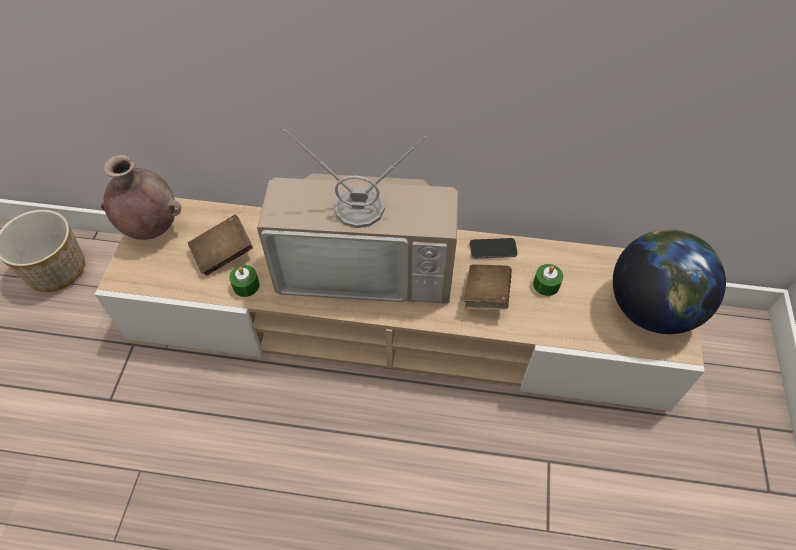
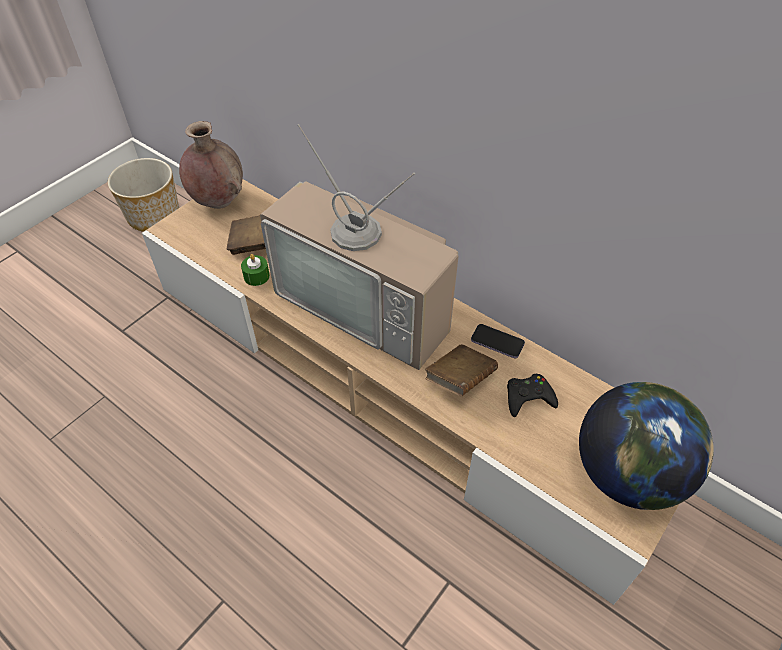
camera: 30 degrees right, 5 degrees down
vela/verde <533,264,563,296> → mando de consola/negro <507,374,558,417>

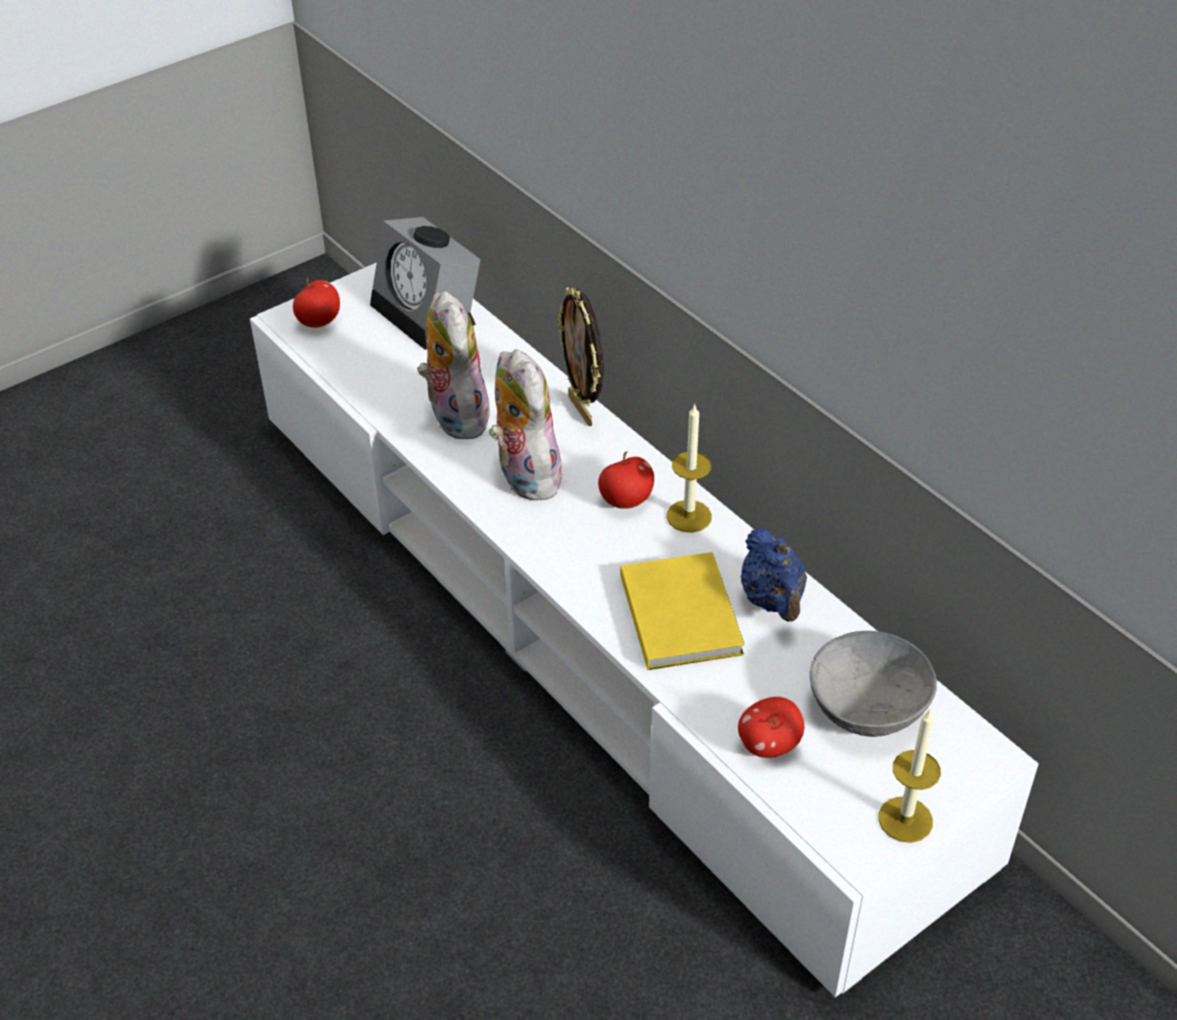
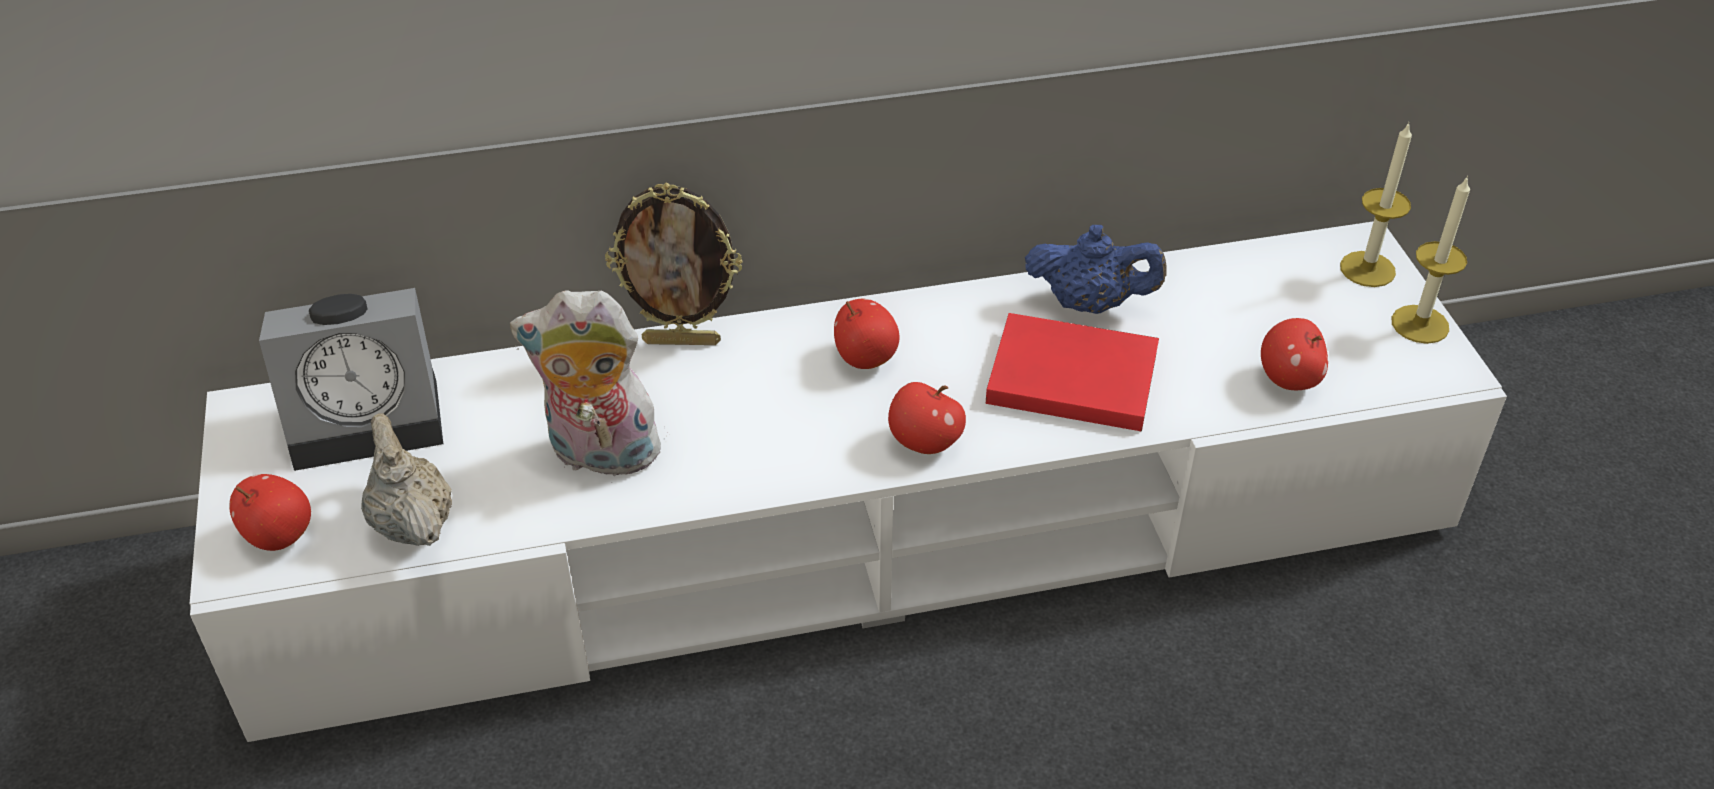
camera: 65 degrees left, 0 degrees up
peluche <489,349,562,501> → -
cuenco/gris <810,631,937,737> → -
- → tetera/beis <361,413,452,546>
- → manzana <888,382,966,454>
vela <666,404,712,533> → vela <1340,122,1412,287>, move
libro/amarillo <620,552,745,670> → libro/rojo <986,313,1159,431>

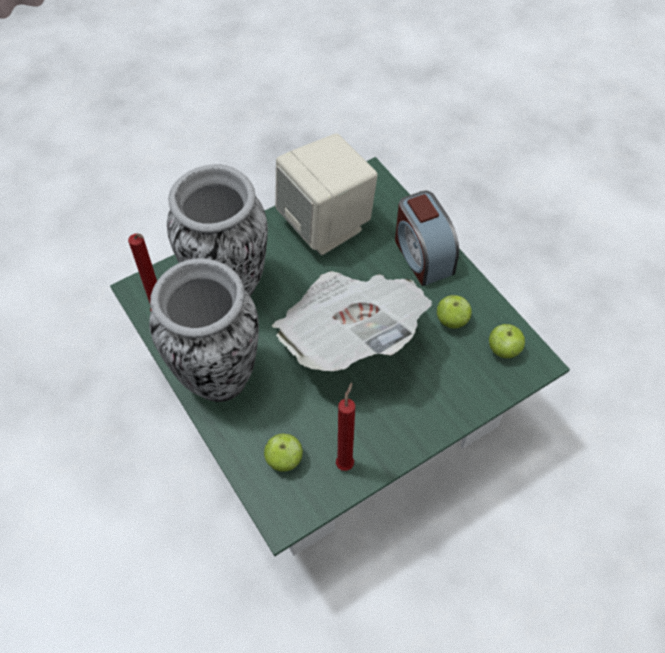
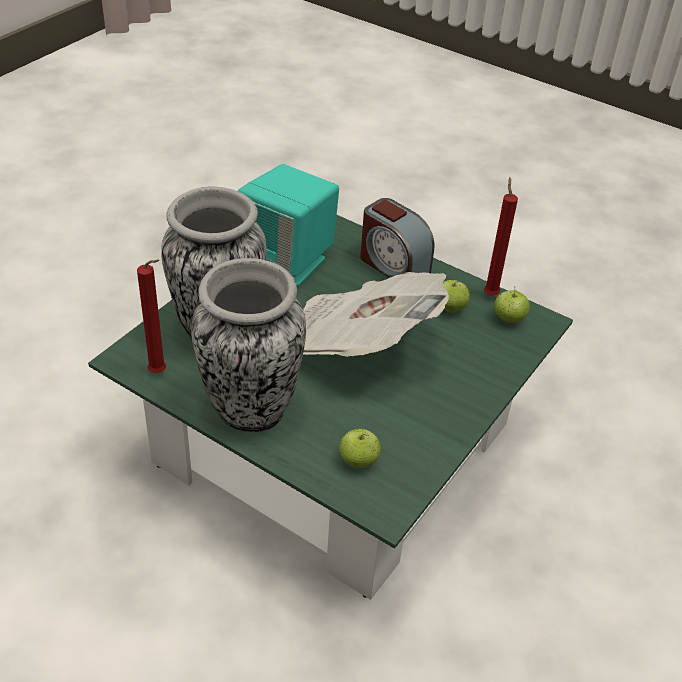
camera: 25 degrees left, 15 degrees down
vela/rojo <336,383,355,471> → vela/rojo <484,177,518,296>, move
altavoz/beis <275,133,378,255> → altavoz/turquesa <238,164,339,286>

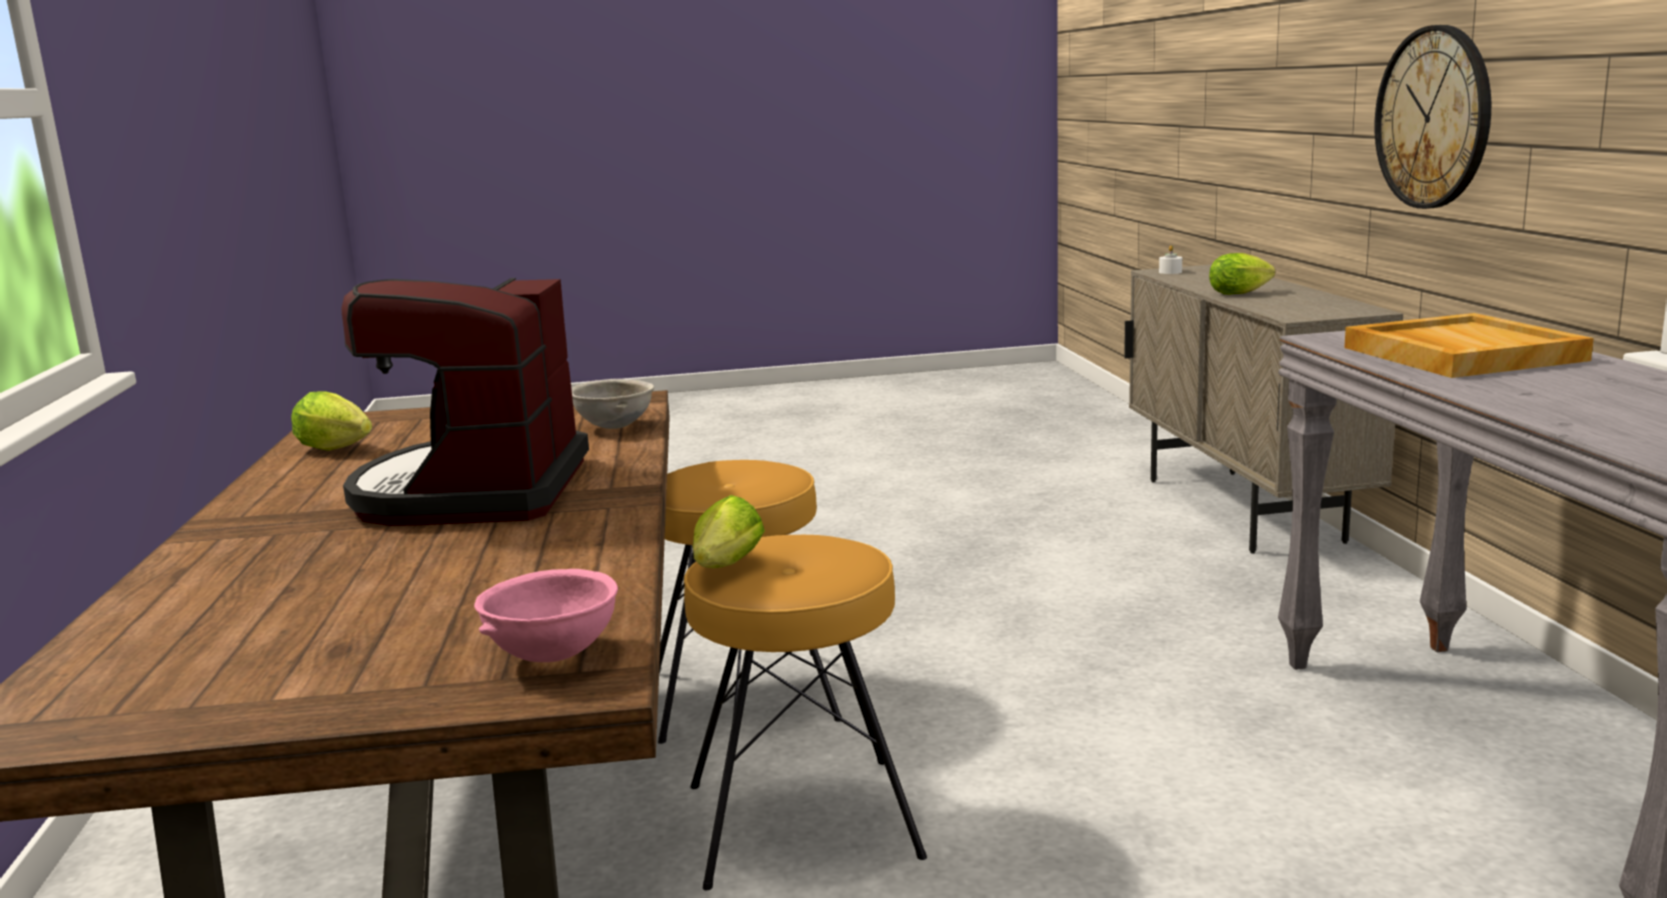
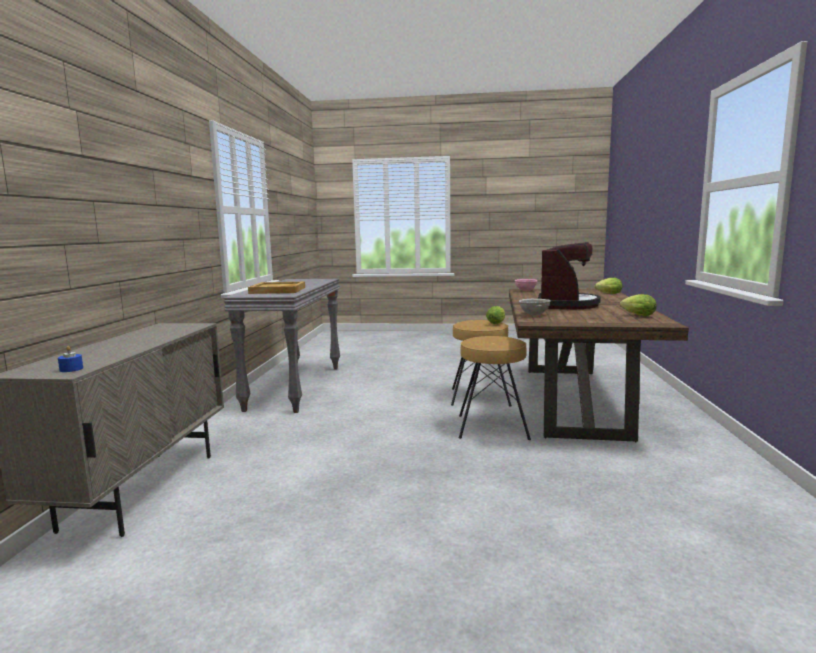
camera: 165 degrees left, 5 degrees down
reloj de pared <1375,25,1491,209> → -
lechuga <1209,253,1275,295> → lechuga <594,278,622,294>, move
vela/blanco <1159,245,1182,274> → vela/azul <58,346,83,372>

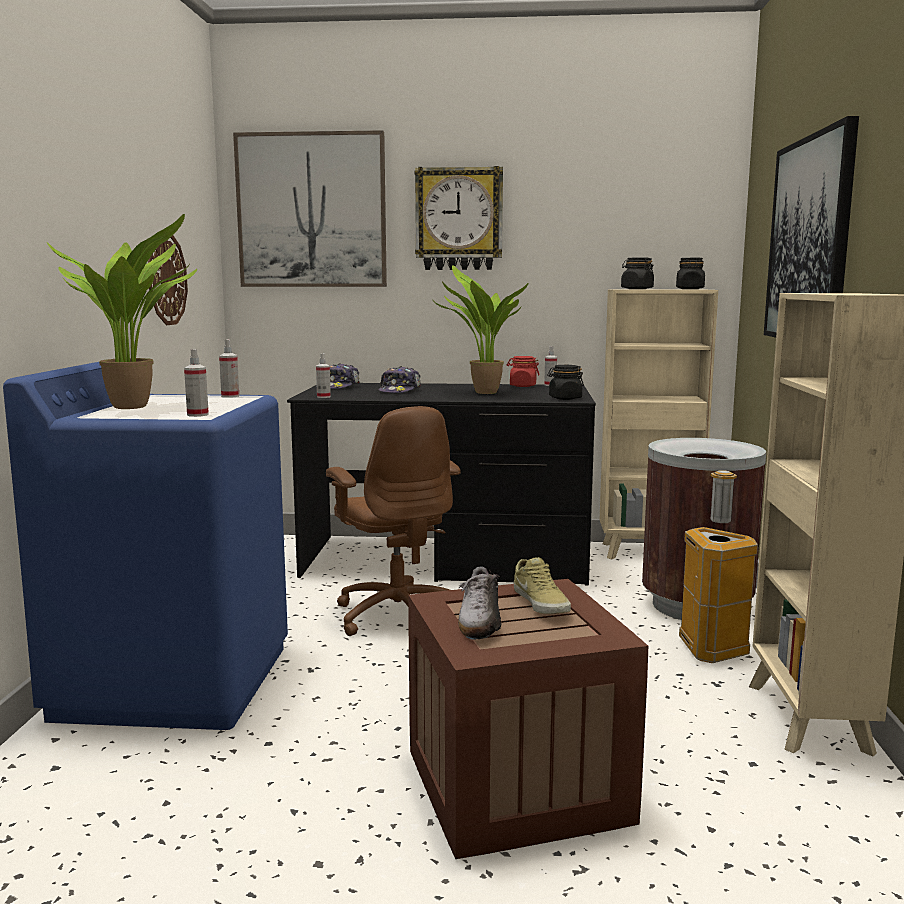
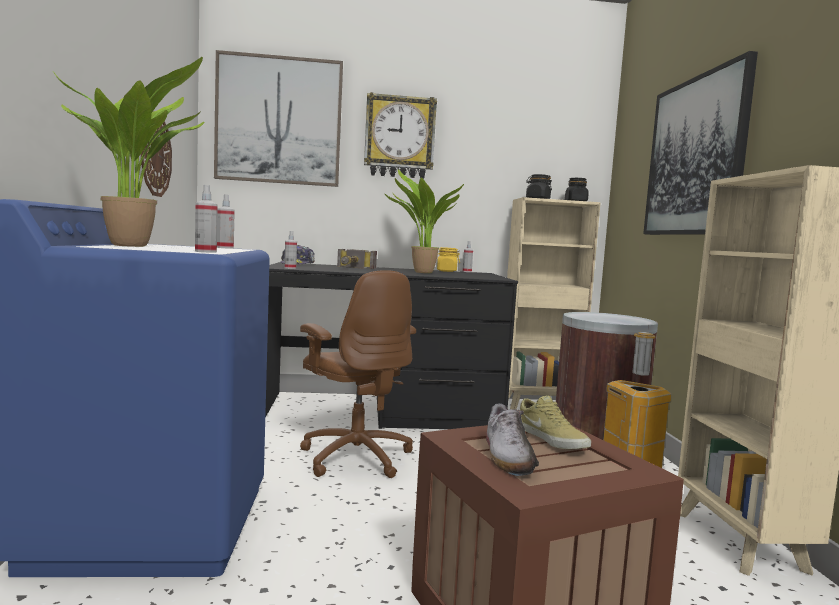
camera: 10 degrees left, 5 degrees down
tarro/negro <547,365,584,400> → -
gorra <379,366,421,393> → martillo <337,249,377,269>
tarro/rojo <507,356,540,387> → tarro/amarillo <437,247,460,272>

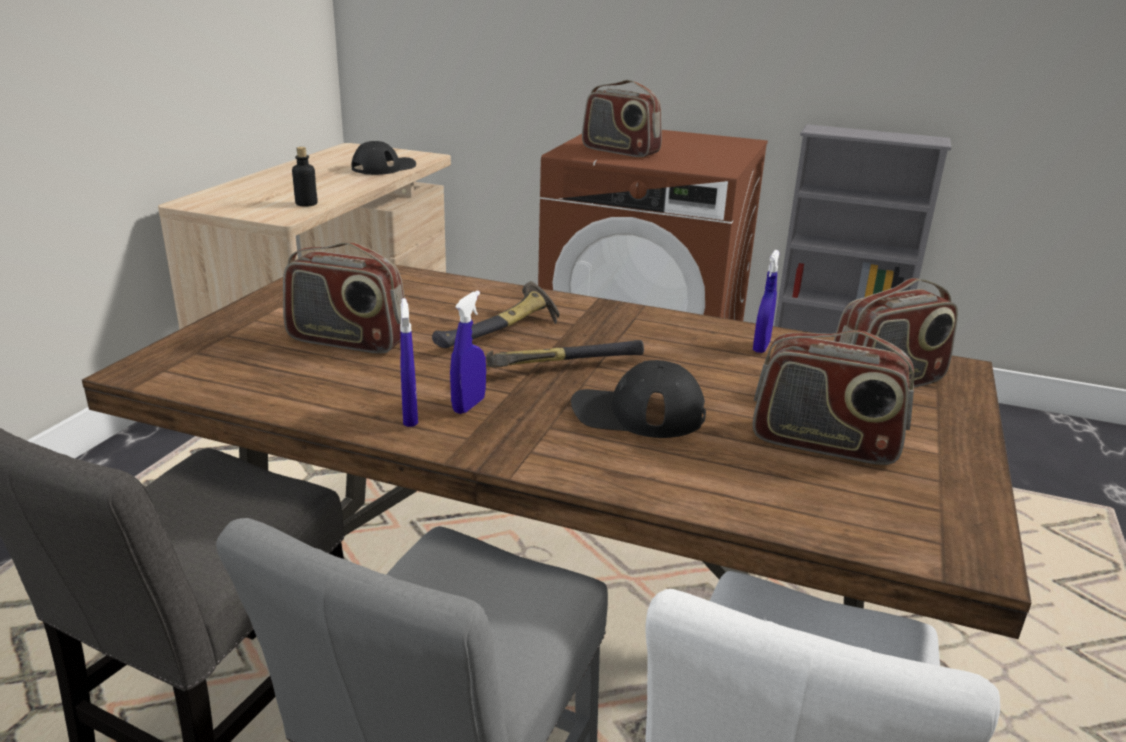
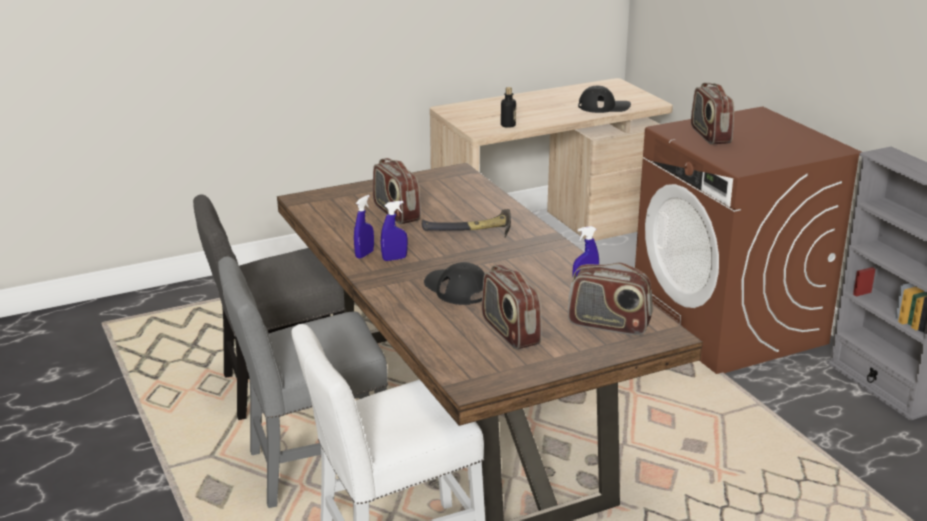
camera: 45 degrees right, 0 degrees up
martillo <486,340,644,367> → -

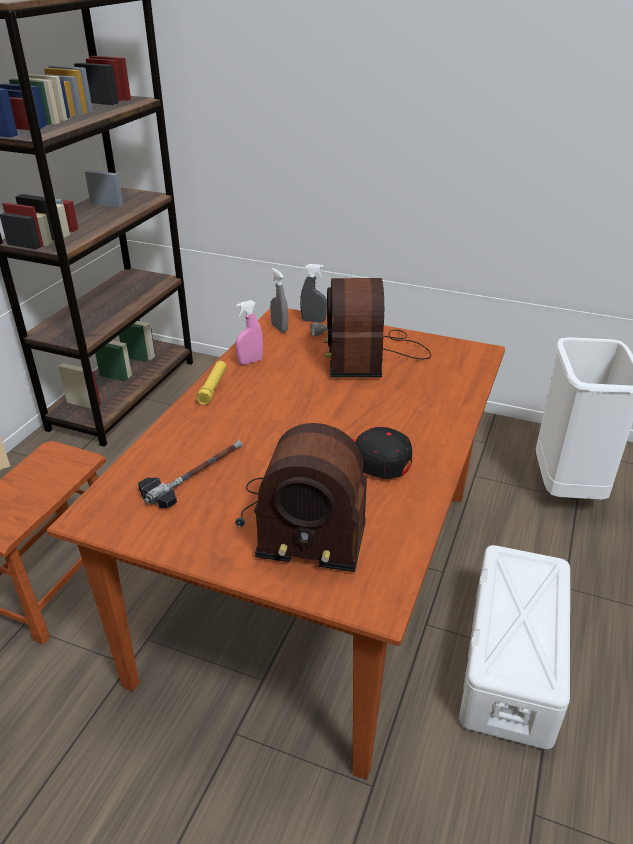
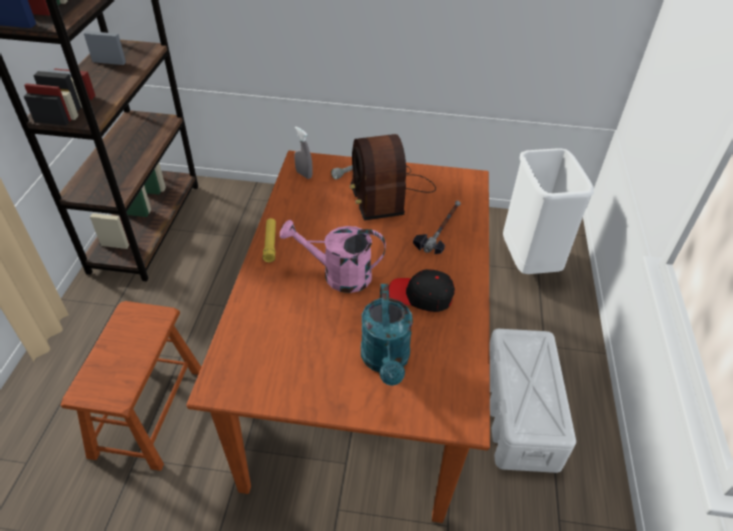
camera: 15 degrees left, 10 degrees up
pulverizador/rosa <236,300,263,365> → -
pulverizador/gris <300,264,327,323> → -
- → regadera/rosa <280,220,386,293>
martillo <138,440,243,508> → martillo <413,201,461,254>, move
radio <236,423,367,572> → regadera/turquesa <361,284,413,386>

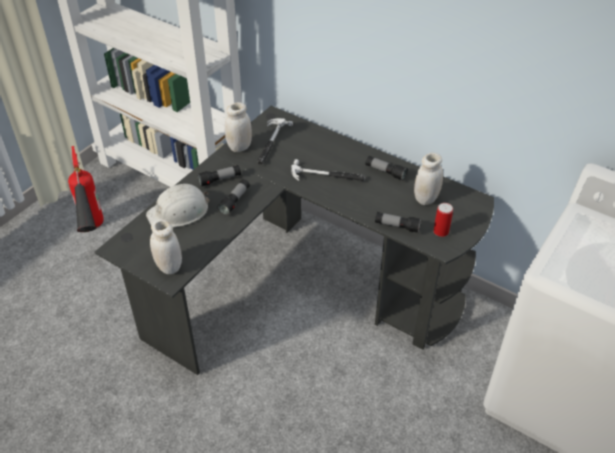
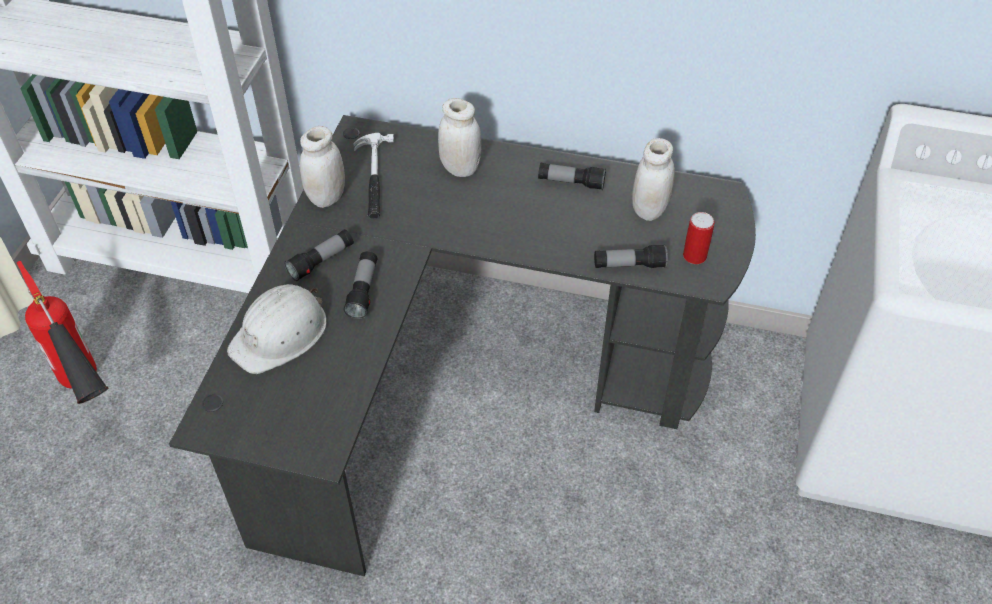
camera: 20 degrees left, 5 degrees up
martillo <291,159,365,181> → -
tarro/blanco <150,219,182,274> → tarro/blanco <438,98,481,177>, move

